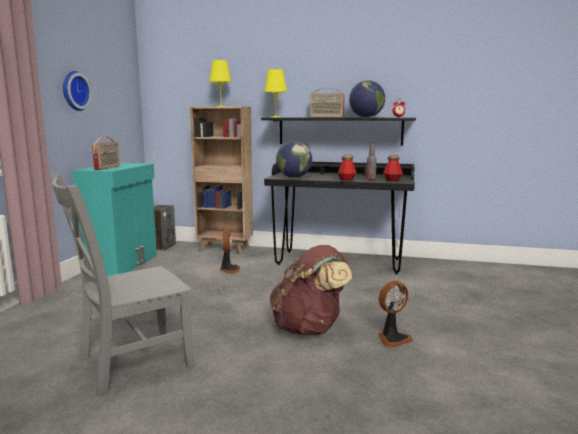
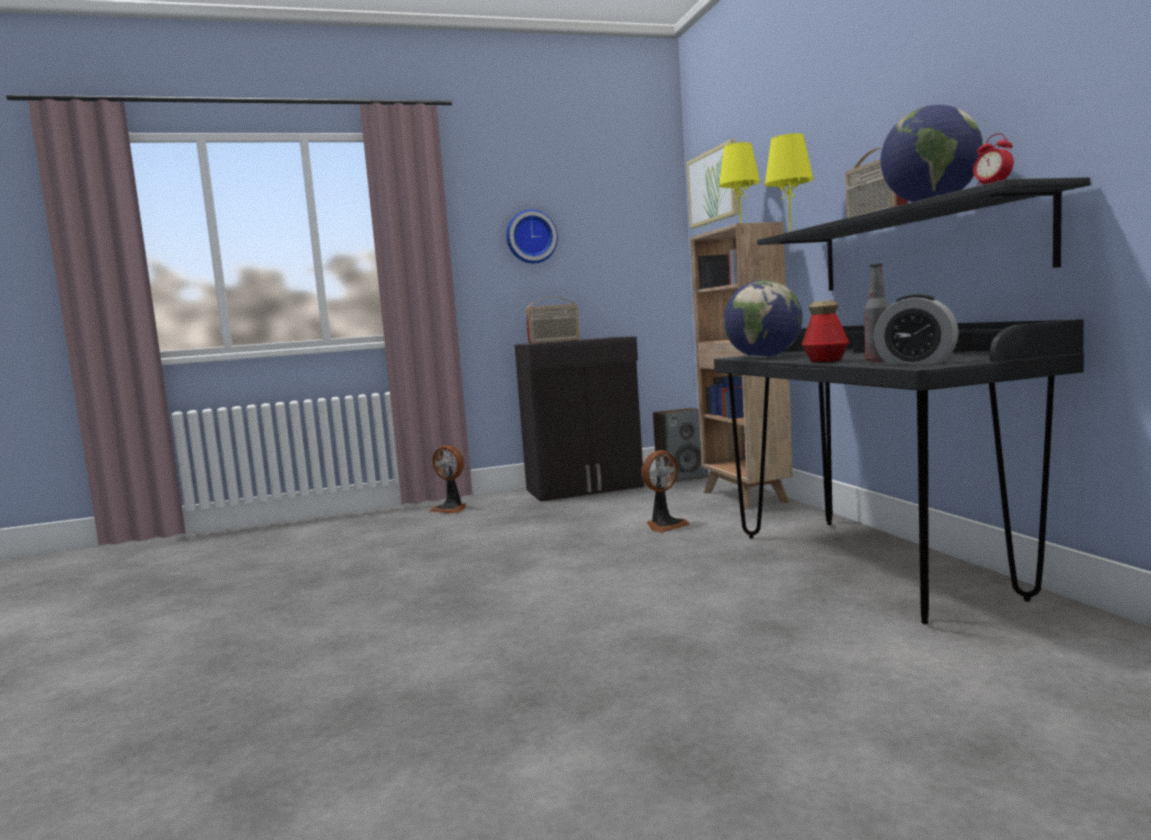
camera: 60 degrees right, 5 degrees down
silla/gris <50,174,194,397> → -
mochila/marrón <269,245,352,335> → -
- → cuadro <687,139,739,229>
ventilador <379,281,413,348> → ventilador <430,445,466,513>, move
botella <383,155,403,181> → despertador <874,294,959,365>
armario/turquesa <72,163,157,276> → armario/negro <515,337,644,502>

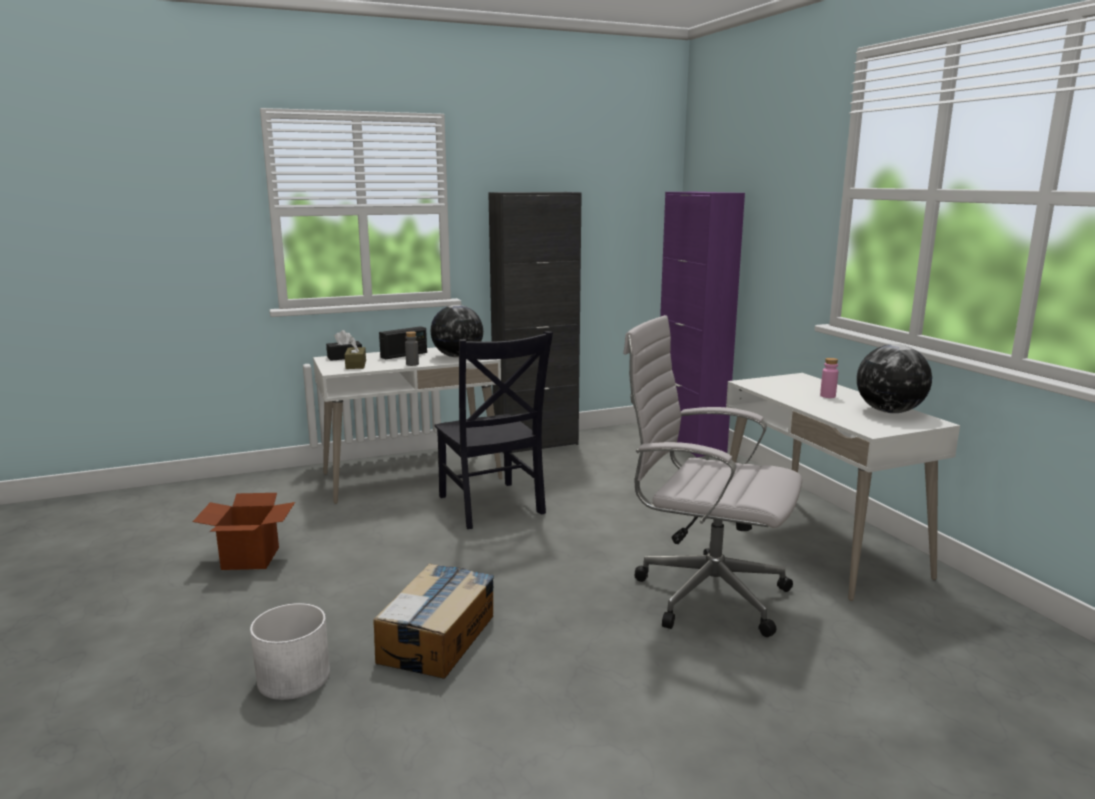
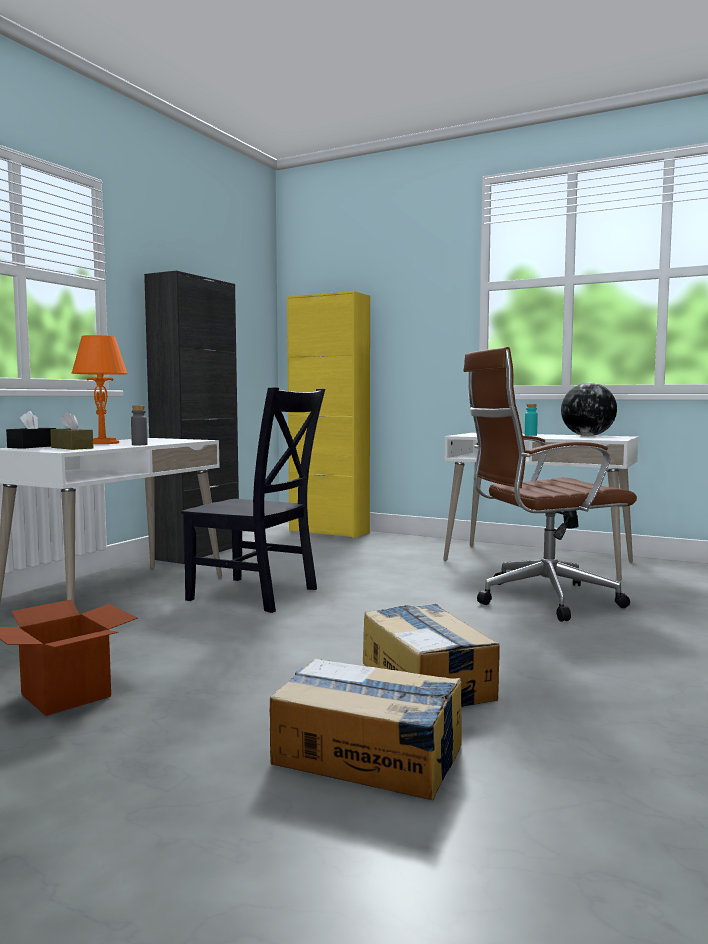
camera: 40 degrees left, 10 degrees down
globo terráqueo <431,305,483,358> → -
maceta/blanco <250,603,330,700> → caja de cartón <269,658,462,800>
radio <379,326,427,359> → lámpara de mesa/naranja <72,335,127,444>
silla de oficina/blanco <623,315,802,637> → silla de oficina/marrón <463,347,637,622>
armario/morado <660,192,745,457> → armario/amarillo <287,291,370,538>
botella/rosa <820,358,838,398> → botella/turquesa <525,404,538,436>

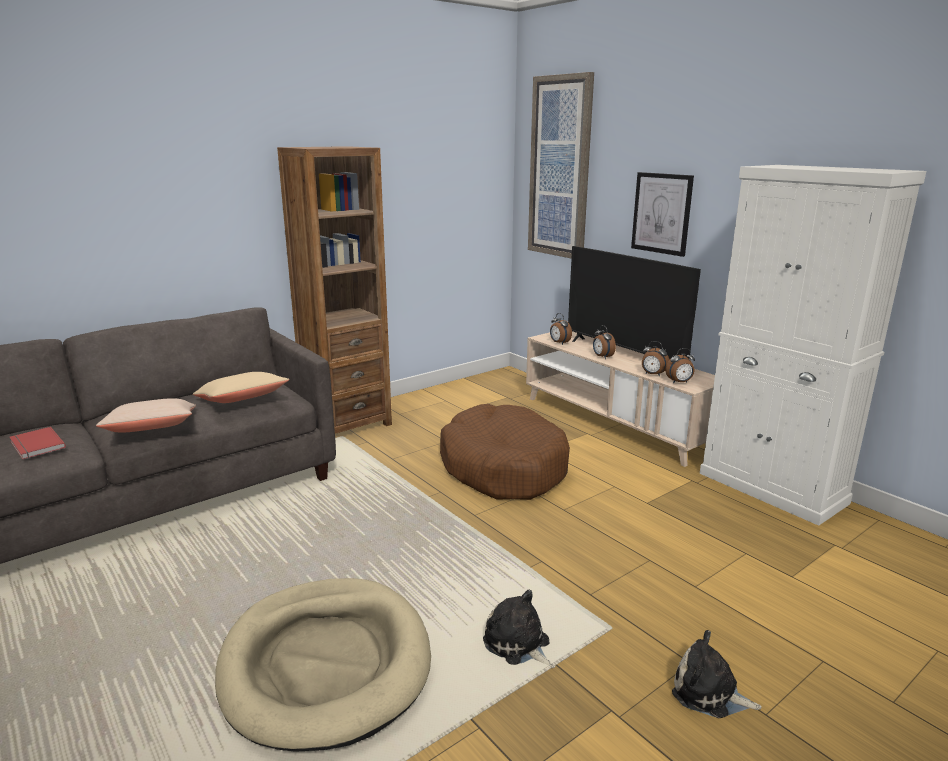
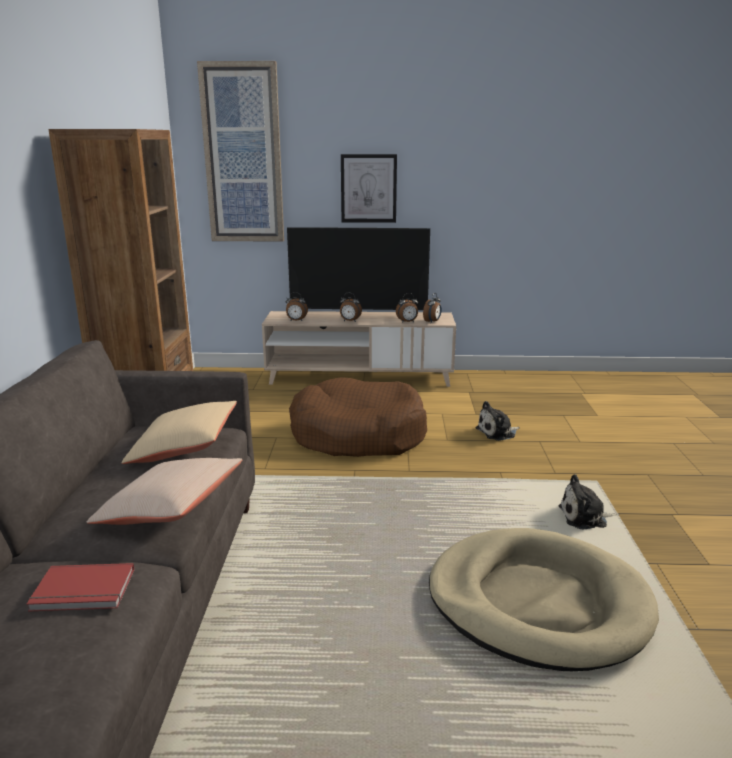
camera: 50 degrees left, 0 degrees up
armario/blanco <700,165,927,526> → -
peluche <672,630,762,718> → peluche <476,401,520,441>, move

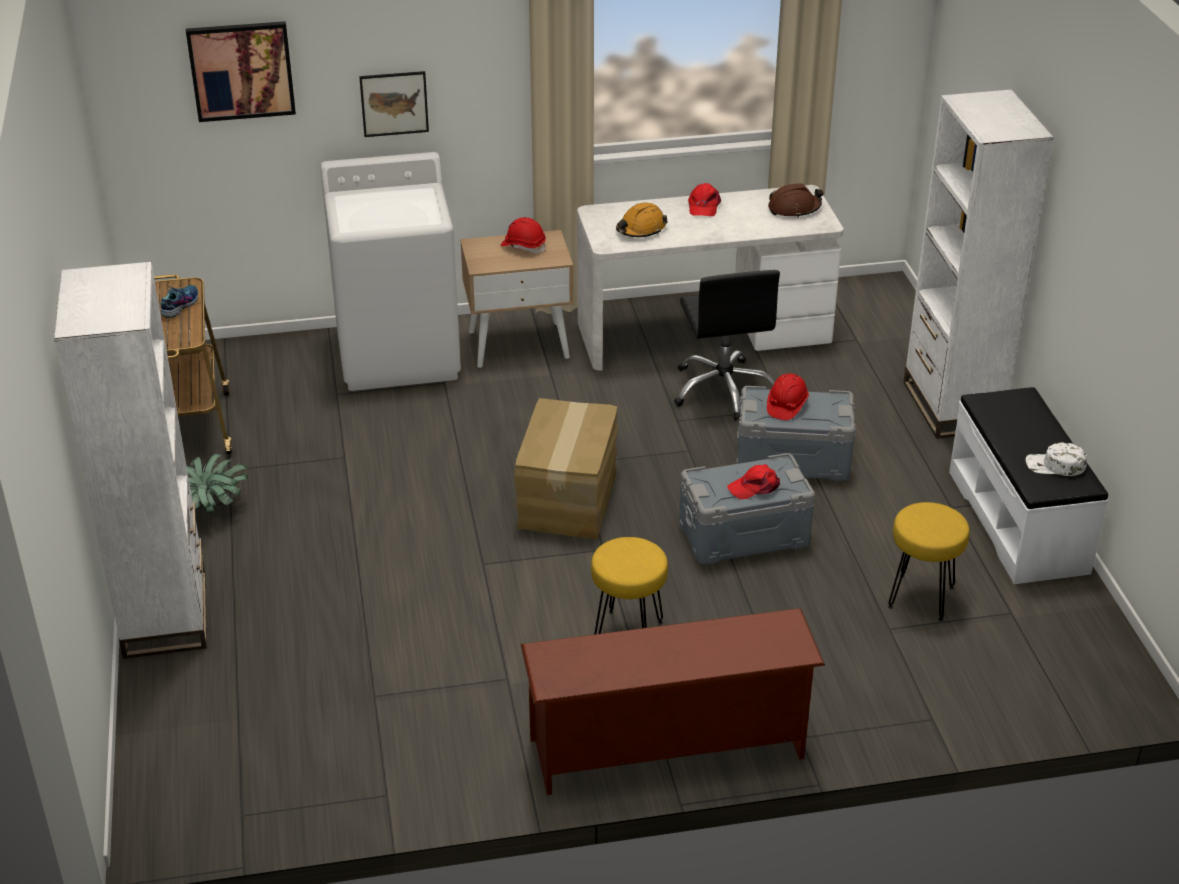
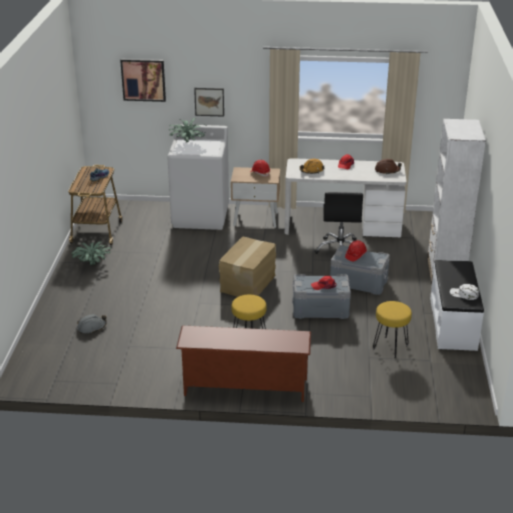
camera: 15 degrees right, 5 degrees down
estantería/blanco <54,262,207,659> → -
- → casco/gris <77,314,106,333>
- → planta en maceta <169,118,207,142>

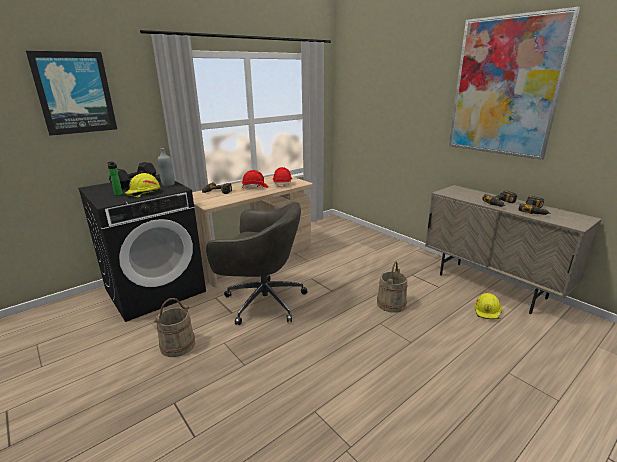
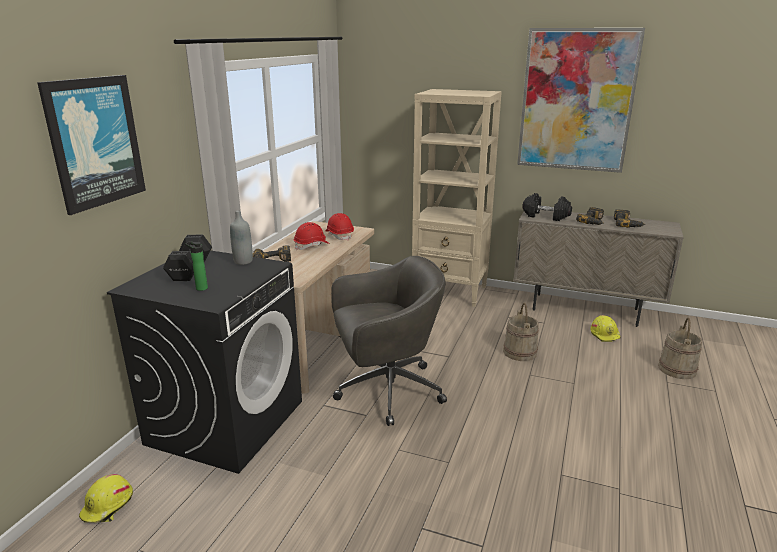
camera: 30 degrees left, 0 degrees up
- → estantería/beis <412,89,502,307>
- → mancuerna/negro <522,193,572,221>
casco/amarillo <125,173,160,197> → casco/amarillo <79,474,133,523>, move
cubo/beis <154,298,195,357> → cubo/beis <658,318,702,379>, move

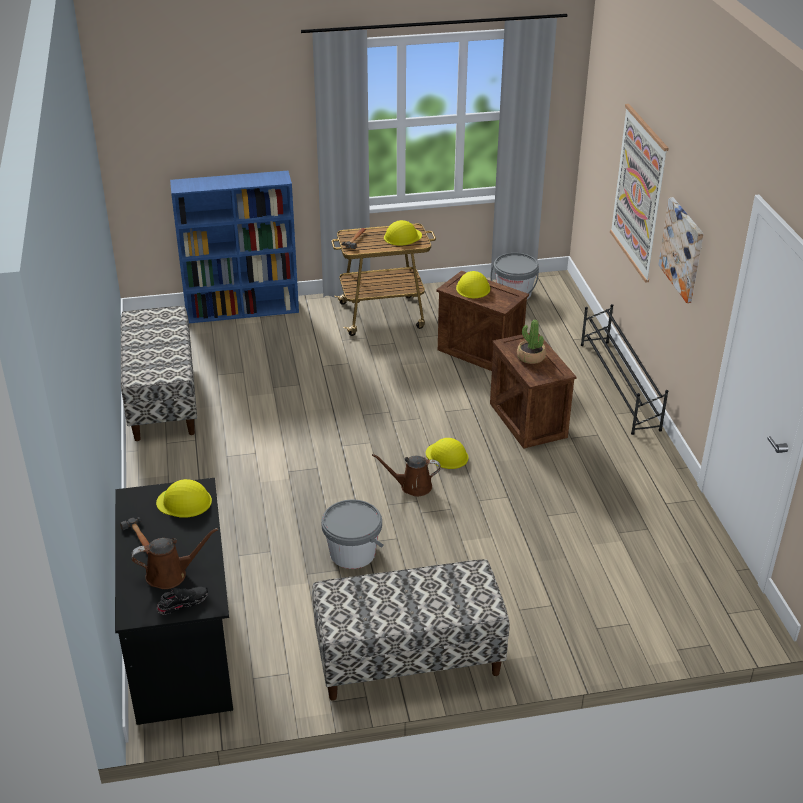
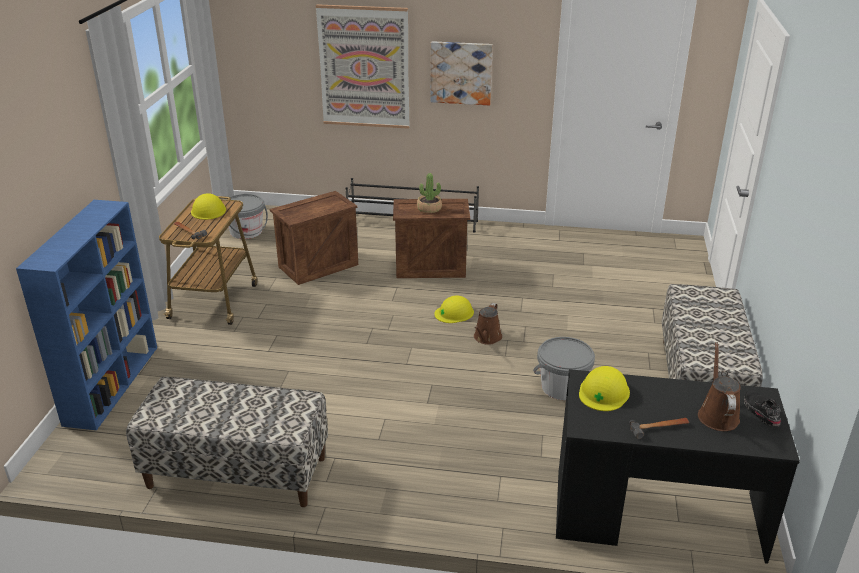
camera: 70 degrees left, 5 degrees down
casco/amarillo <456,271,490,298> → -

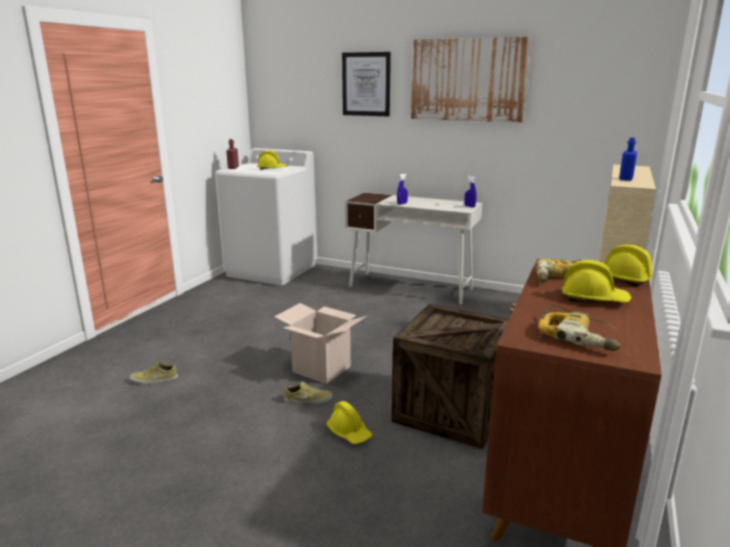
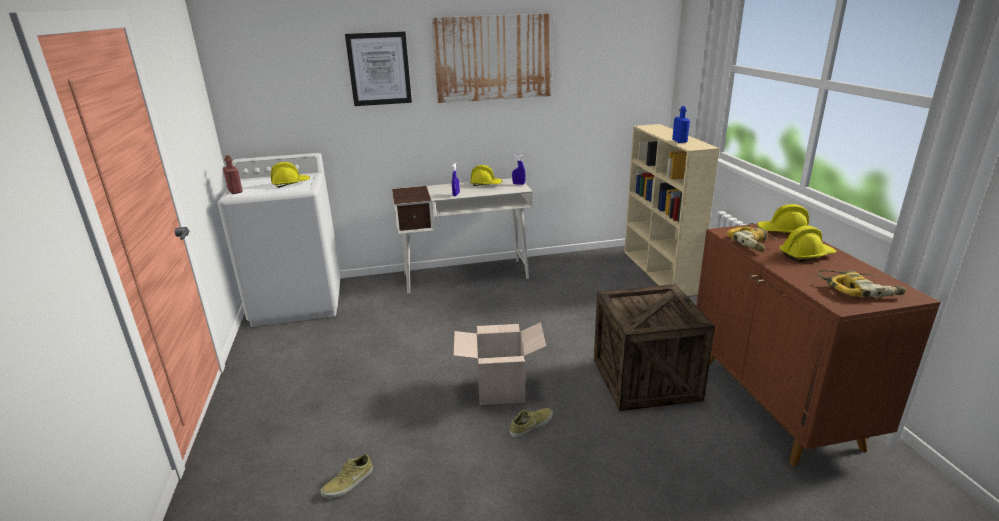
camera: 35 degrees left, 5 degrees up
casco/amarillo <326,401,373,444> → casco/amarillo <470,165,503,186>, move

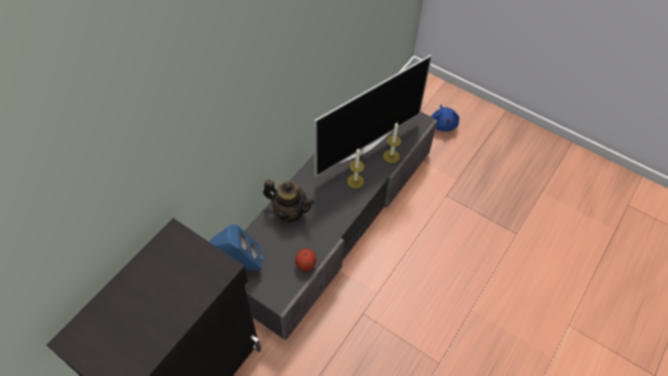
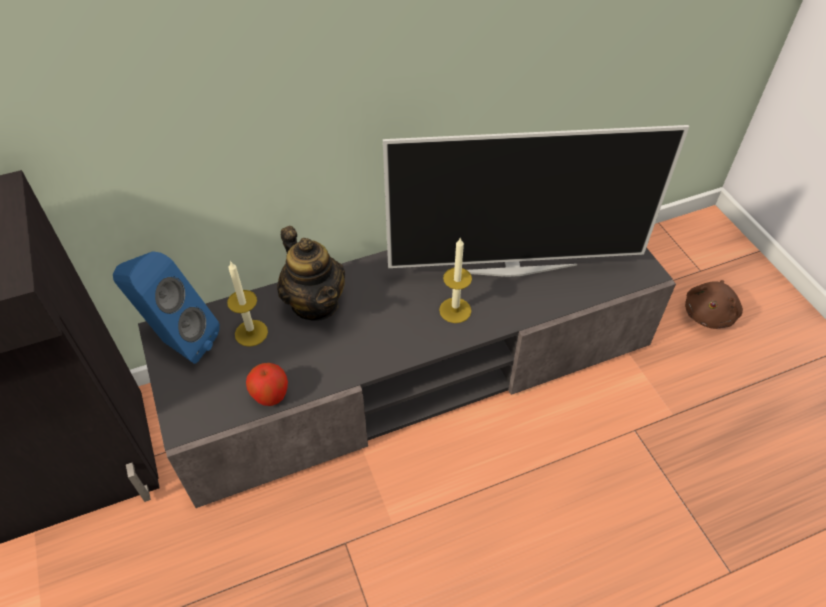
camera: 35 degrees right, 5 degrees down
vela <383,123,401,163> → vela <227,261,268,347>, move
peluche/azul <431,105,459,132> → peluche/marrón <685,280,743,329>

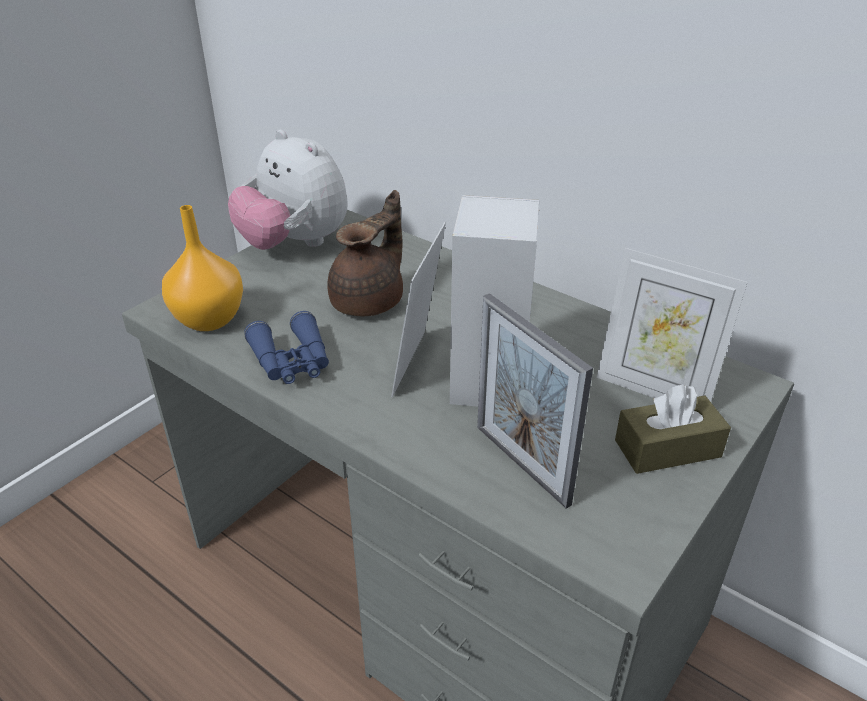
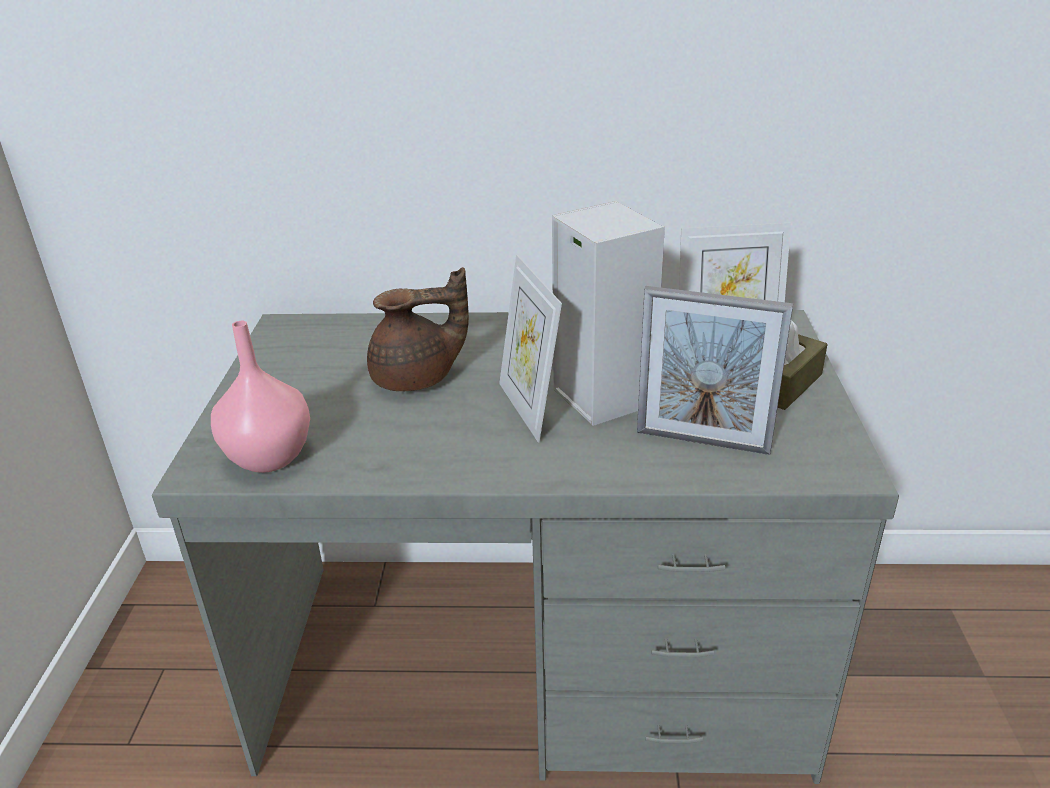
camera: 35 degrees left, 5 degrees down
peluche <228,130,348,250> → -
prismáticos/azul <244,311,329,384> → -
florero/naranja <162,205,243,331> → florero/rosa <211,321,310,473>
tetera/marrón <327,190,403,316> → tetera/marrón <367,267,469,391>, 75 degrees clockwise

